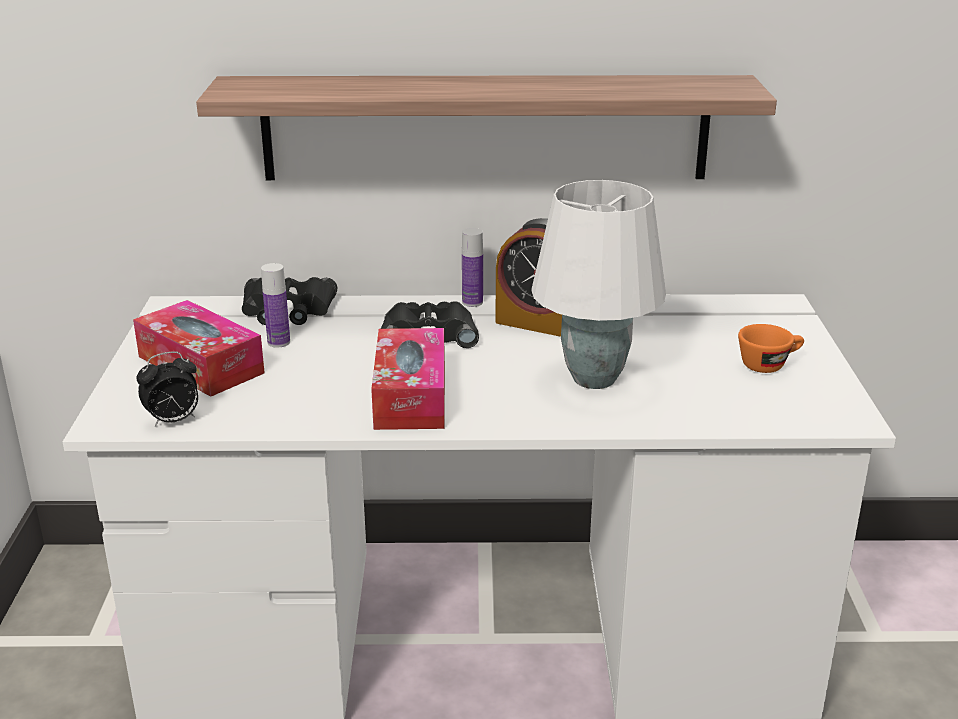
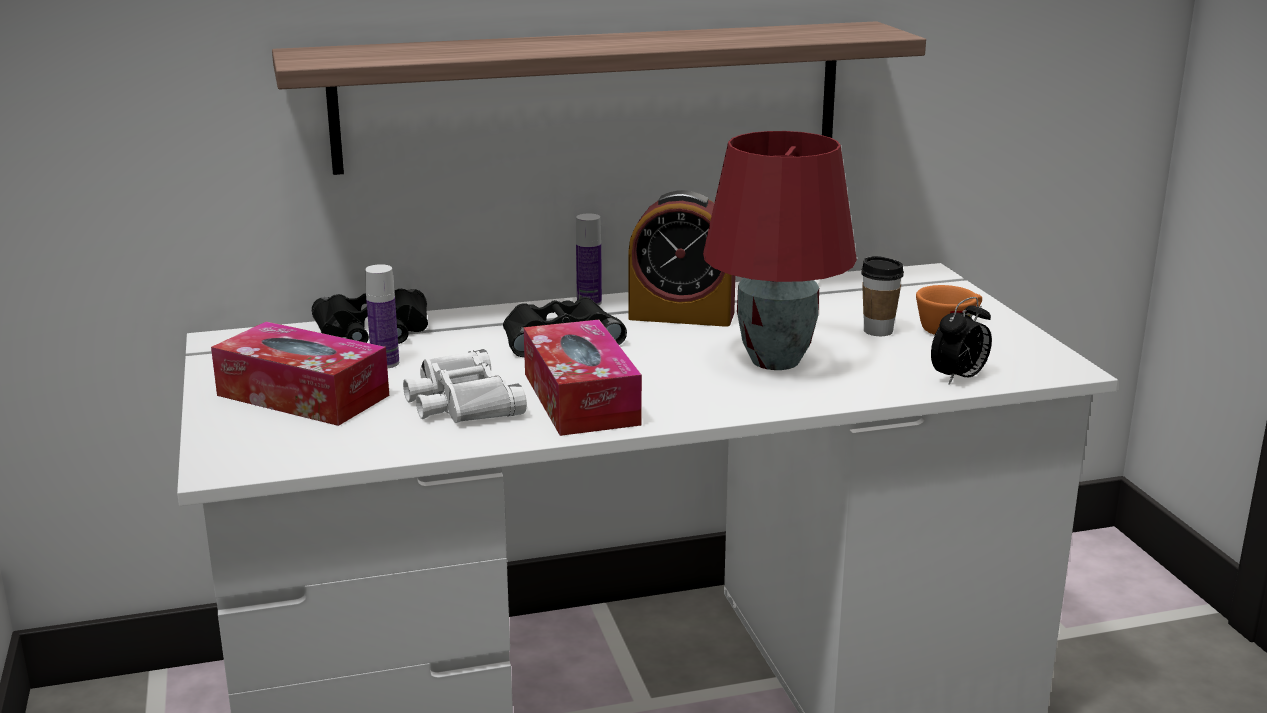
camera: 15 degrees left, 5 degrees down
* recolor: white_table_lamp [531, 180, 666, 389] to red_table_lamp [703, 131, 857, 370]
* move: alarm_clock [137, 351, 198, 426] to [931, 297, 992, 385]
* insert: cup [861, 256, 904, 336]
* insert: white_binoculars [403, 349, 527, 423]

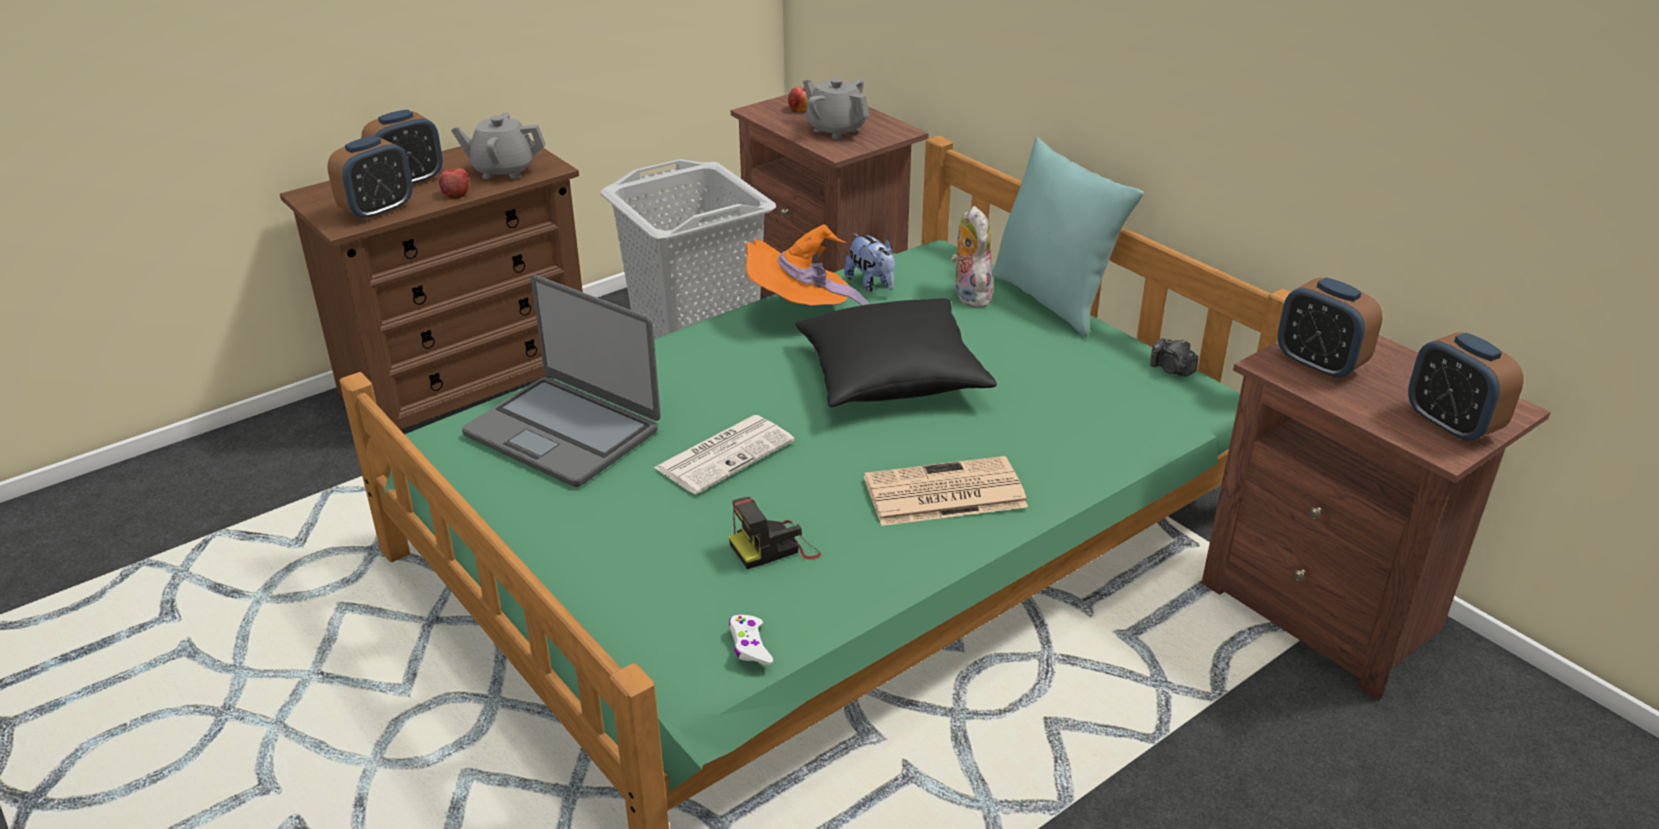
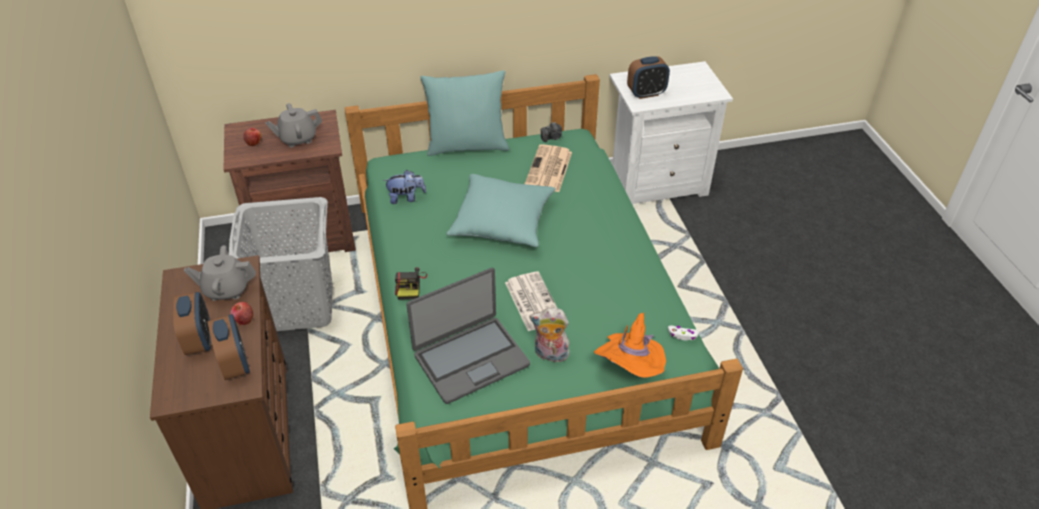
camera: 65 degrees left, 10 degrees up
* rotate: grey_teapot [451, 112, 546, 179] = [184, 245, 256, 301] 60 degrees clockwise
* move: plush_toy [951, 206, 993, 308] to [529, 308, 570, 365]
* move: orange_hat [746, 224, 870, 306] to [594, 313, 666, 378]
* recolor: black_pillow [796, 298, 997, 407] to turquoise_pillow [446, 174, 555, 247]
* delete: alarm_clock [1408, 332, 1524, 443]
* recolor: brown_nightstand [1202, 335, 1551, 700] to white_nightstand [609, 61, 733, 206]
* move: newspaper [864, 456, 1028, 526] to [525, 144, 572, 192]
* move: photo_camera [729, 497, 821, 569] to [395, 267, 427, 300]

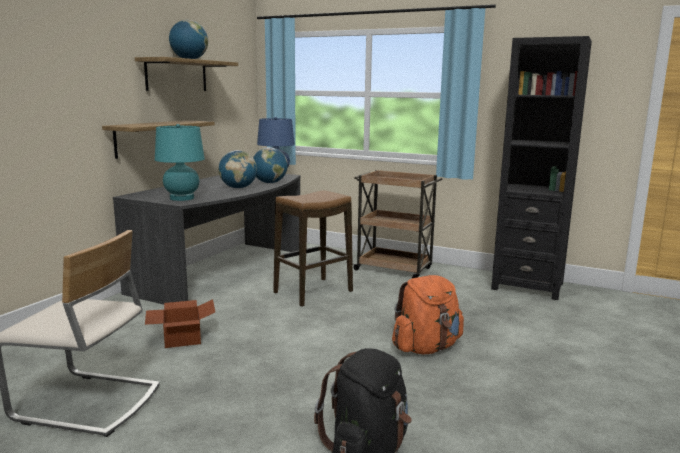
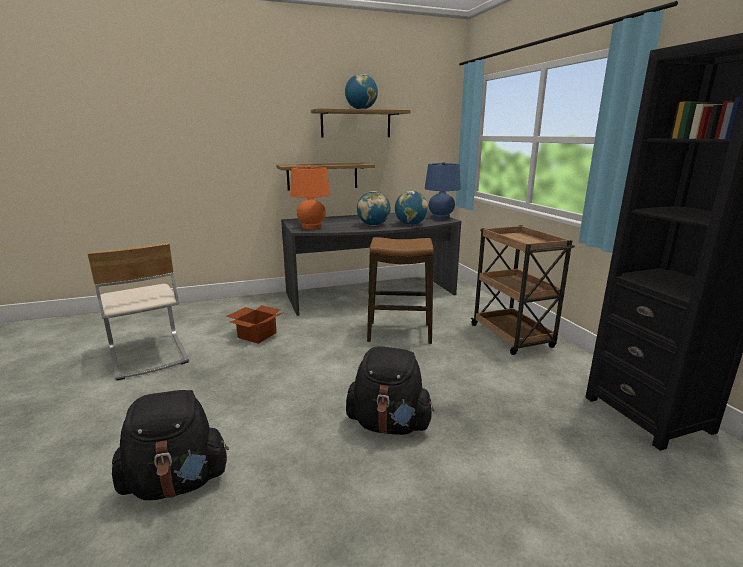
camera: 45 degrees right, 5 degrees up
* recolor: turquoise_table_lamp [155, 124, 205, 201] to orange_table_lamp [290, 165, 330, 229]
* recolor: orange_backpack [392, 275, 464, 354] to black_backpack [346, 346, 434, 435]

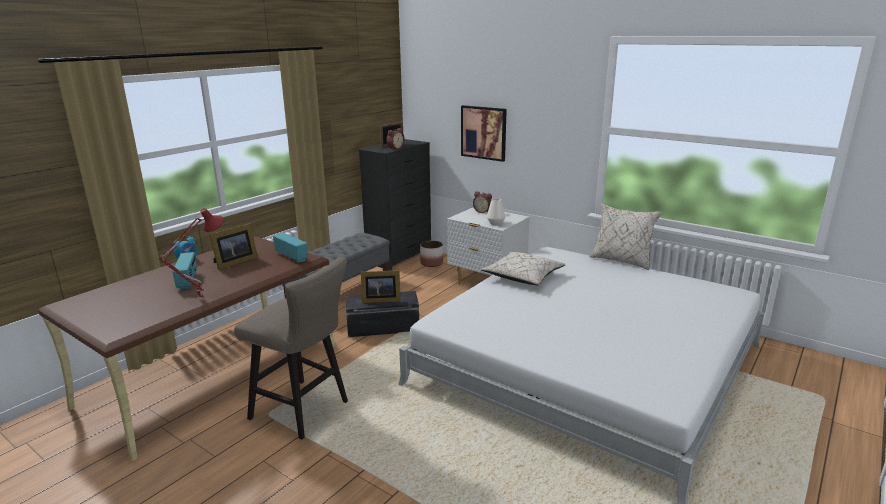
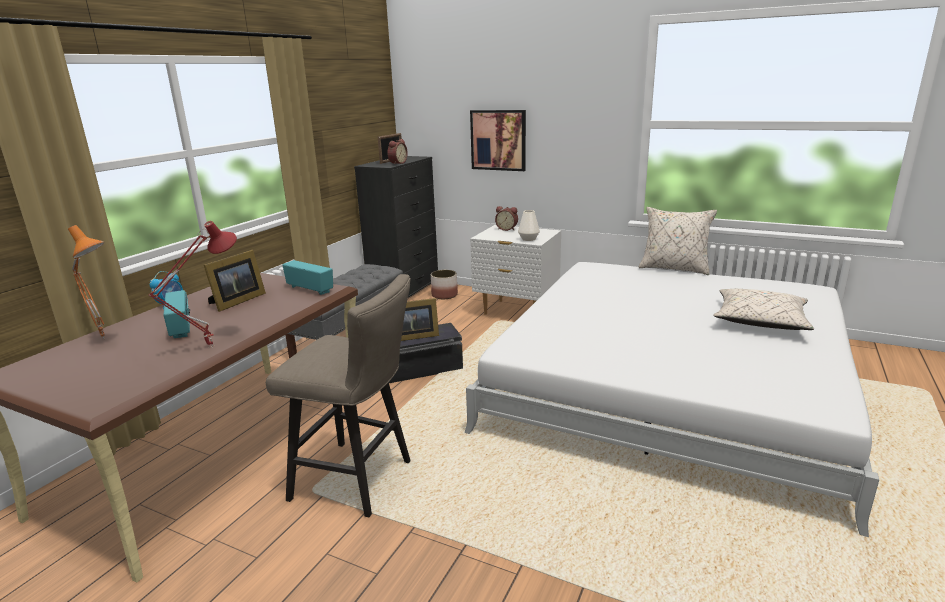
camera: 10 degrees left, 0 degrees up
* move: beige_pillow [481, 252, 566, 286] to [713, 289, 814, 330]
* insert: orange_table_lamp [68, 225, 105, 339]

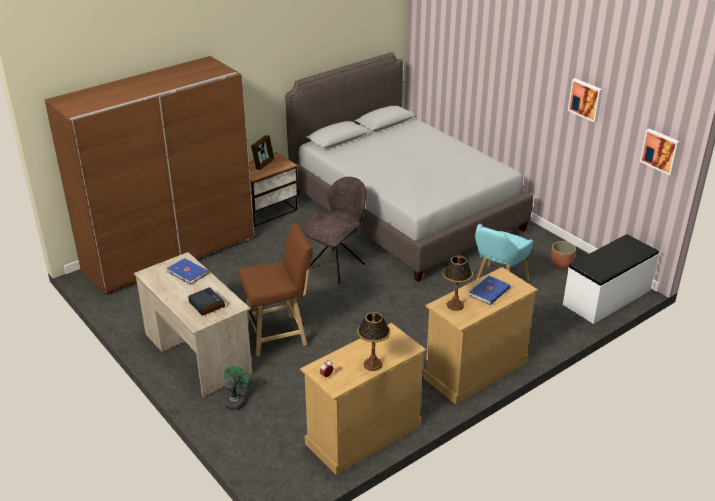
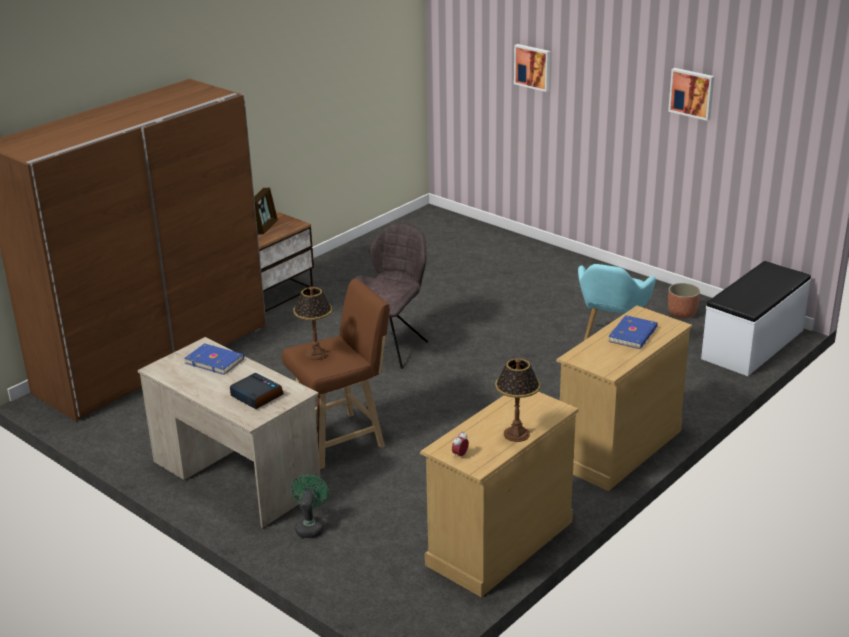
camera: 10 degrees left, 5 degrees down
* delete: grey_bed [285, 52, 533, 282]
* move: picture [640, 129, 680, 175] to [514, 44, 550, 92]
* move: table_lamp [443, 256, 473, 311] to [293, 286, 332, 360]

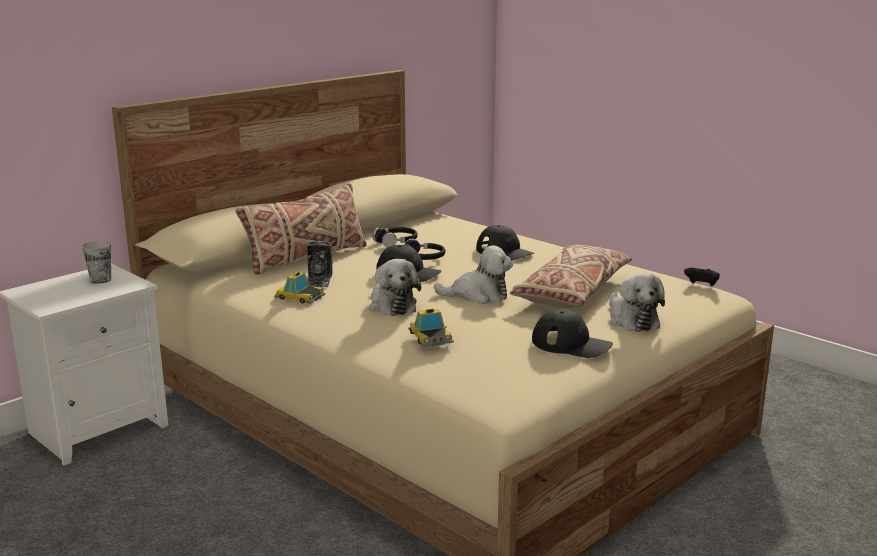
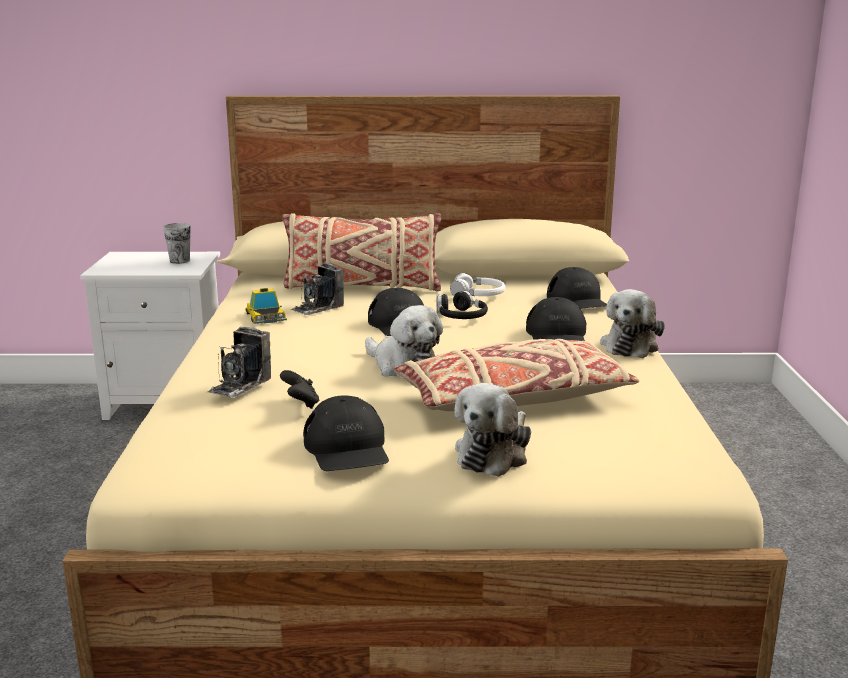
camera: 45 degrees right, 0 degrees up
* recolor: black_headphones [373, 227, 418, 248] to white_headphones [450, 273, 505, 296]
* move: plush_toy [369, 259, 421, 316] to [600, 289, 665, 359]
* move: black_game_controller [684, 268, 720, 286] to [280, 370, 319, 409]
* replace: toy_car [408, 308, 454, 347] to photo_camera [208, 327, 271, 398]
* insert: black_cap [547, 267, 607, 309]

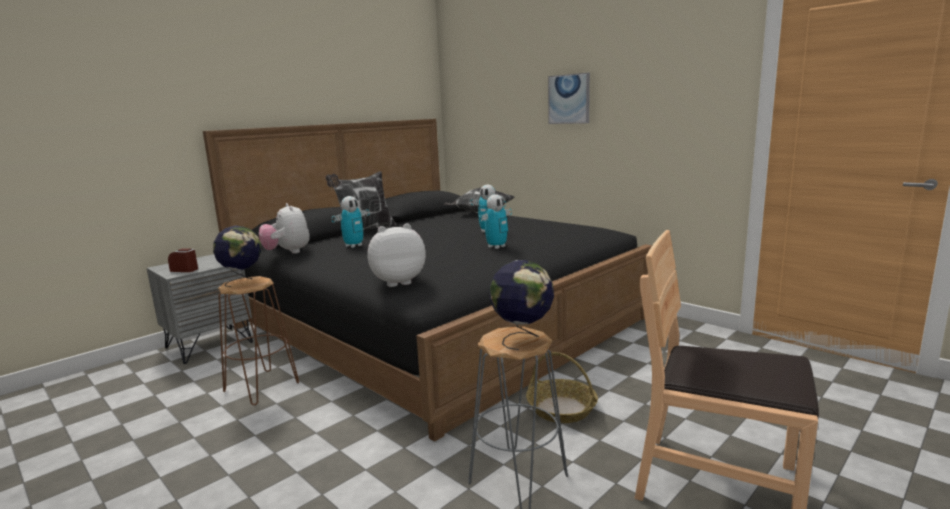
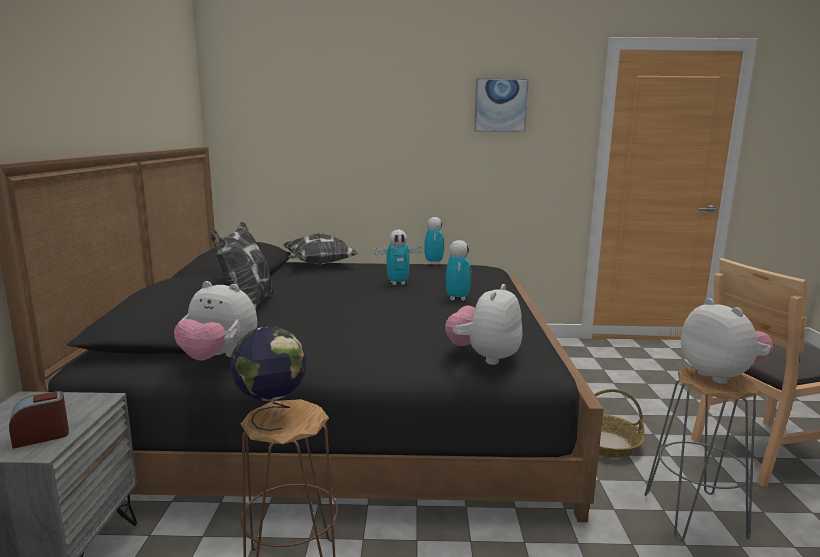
camera: 45 degrees left, 0 degrees up
* move: picture [548, 73, 590, 124] to [474, 78, 529, 132]
* move: toy_robot [332, 196, 369, 248] to [424, 217, 445, 265]
* replace: globe [489, 260, 554, 350] to plush_toy [681, 298, 773, 384]

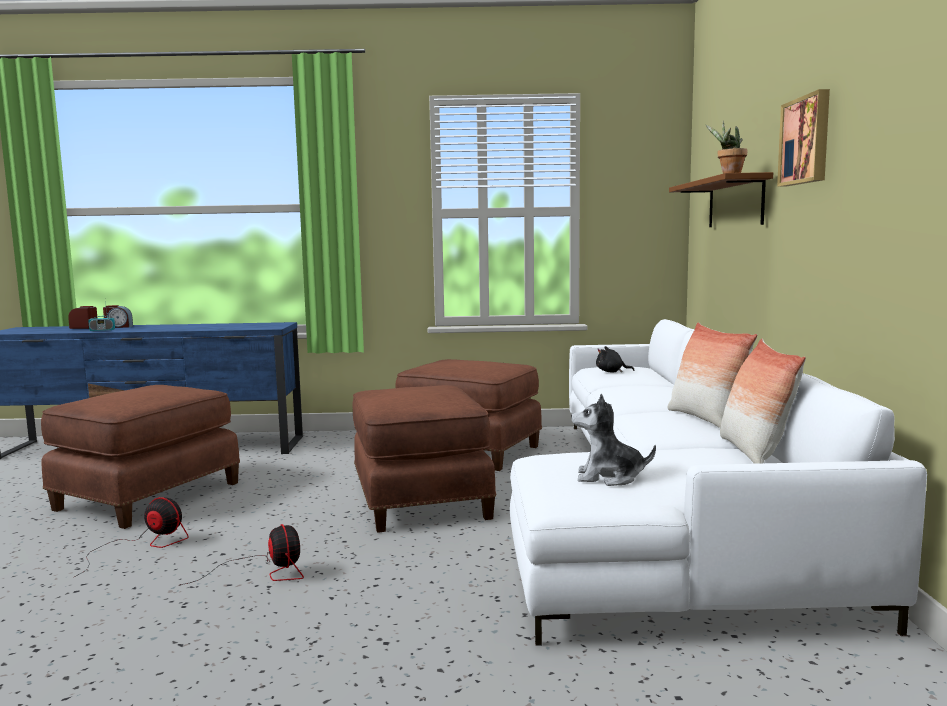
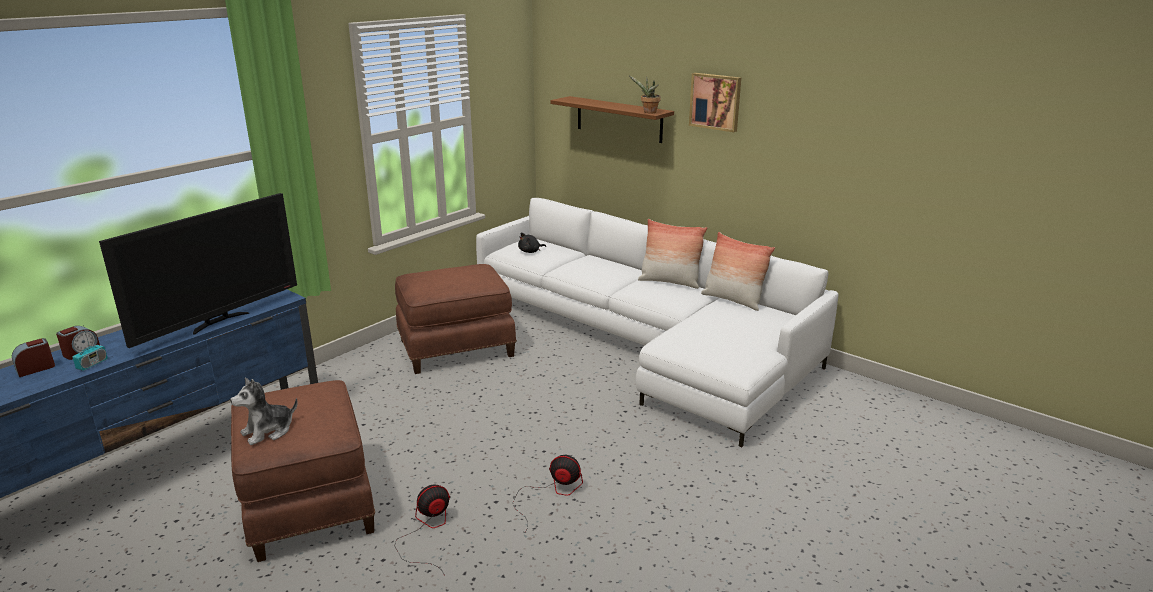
camera: 50 degrees left, 15 degrees up
* delete: brown_ottoman [353, 385, 496, 533]
* move: plush_toy [571, 394, 656, 486] to [230, 378, 298, 445]
* insert: television [99, 193, 297, 348]

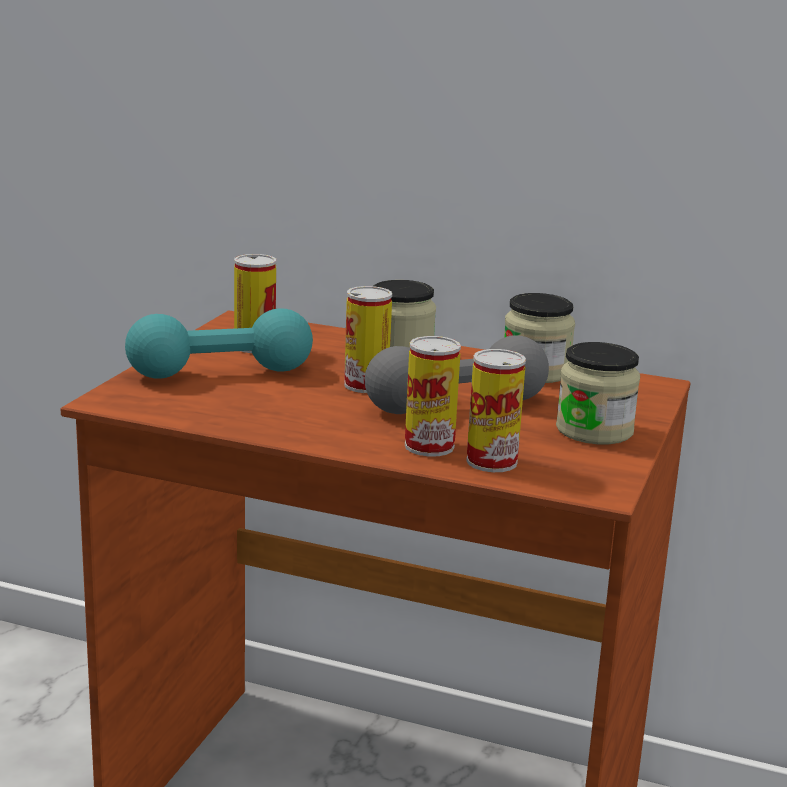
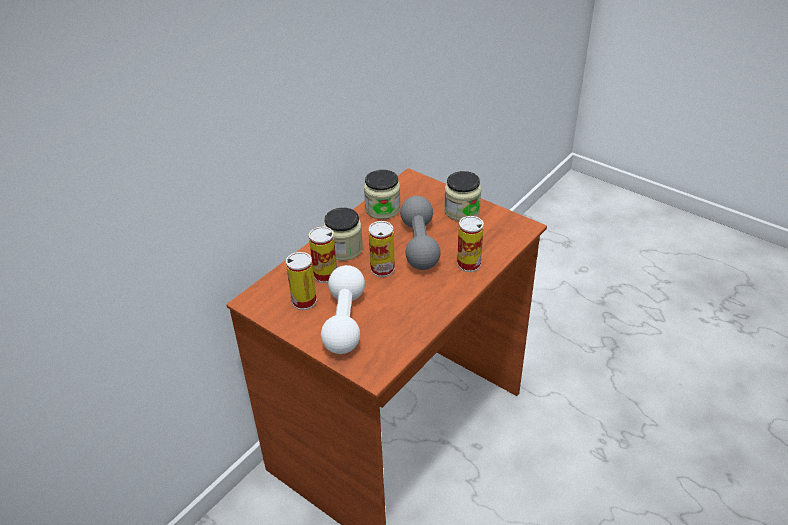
camera: 70 degrees left, 20 degrees up
* recolor: turquoise_dumbbell [125, 308, 313, 379] to white_dumbbell [321, 265, 365, 354]
* move: can [466, 349, 526, 472] to [309, 226, 337, 283]

